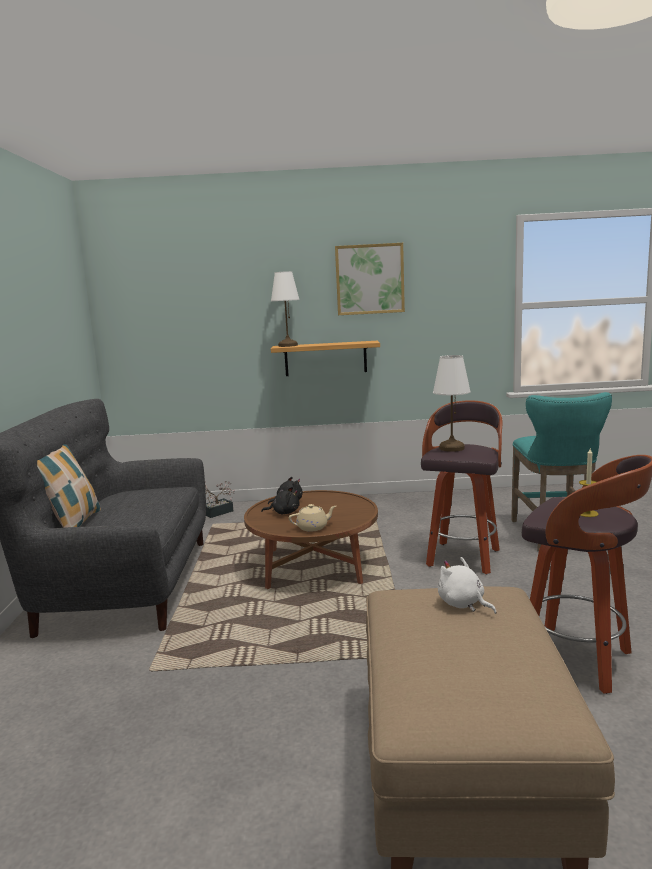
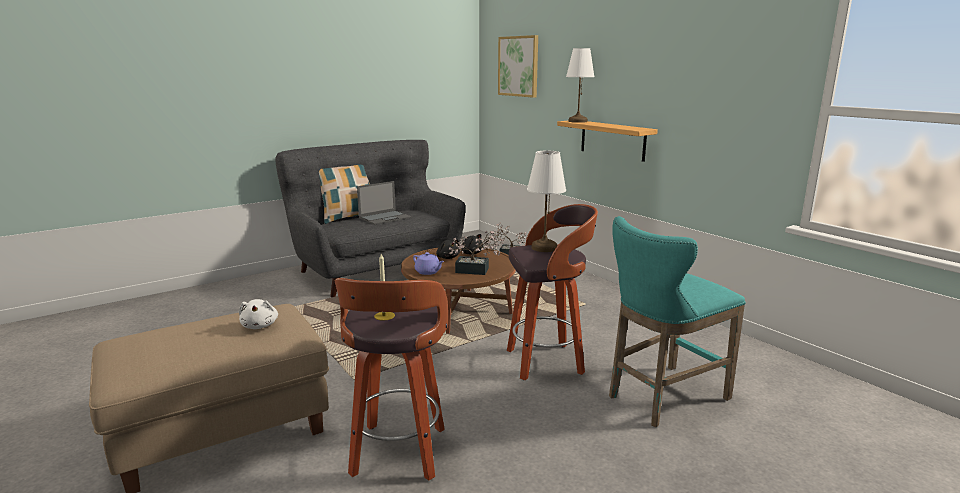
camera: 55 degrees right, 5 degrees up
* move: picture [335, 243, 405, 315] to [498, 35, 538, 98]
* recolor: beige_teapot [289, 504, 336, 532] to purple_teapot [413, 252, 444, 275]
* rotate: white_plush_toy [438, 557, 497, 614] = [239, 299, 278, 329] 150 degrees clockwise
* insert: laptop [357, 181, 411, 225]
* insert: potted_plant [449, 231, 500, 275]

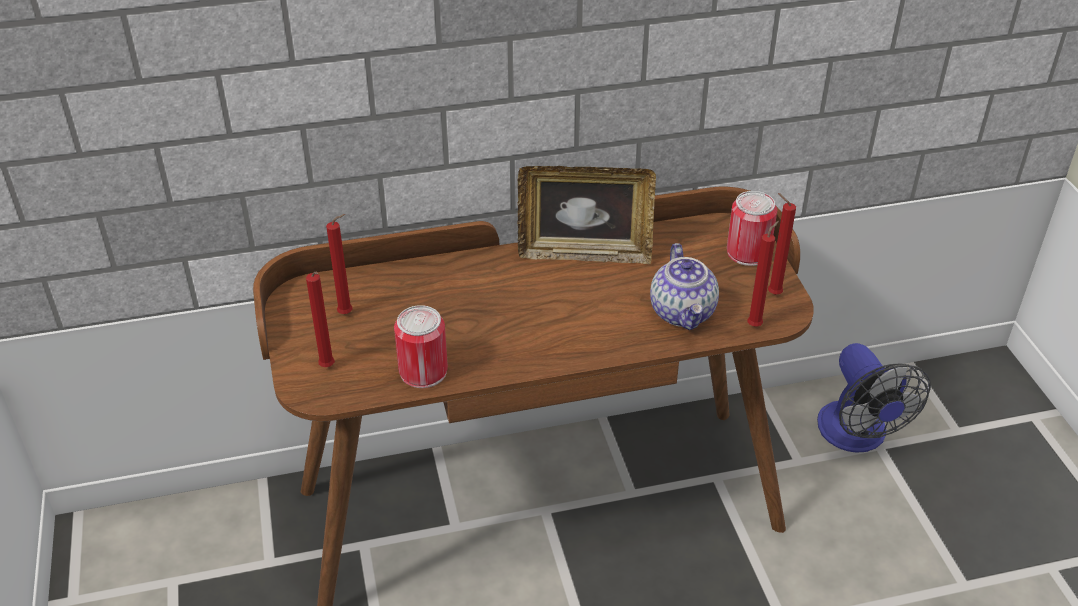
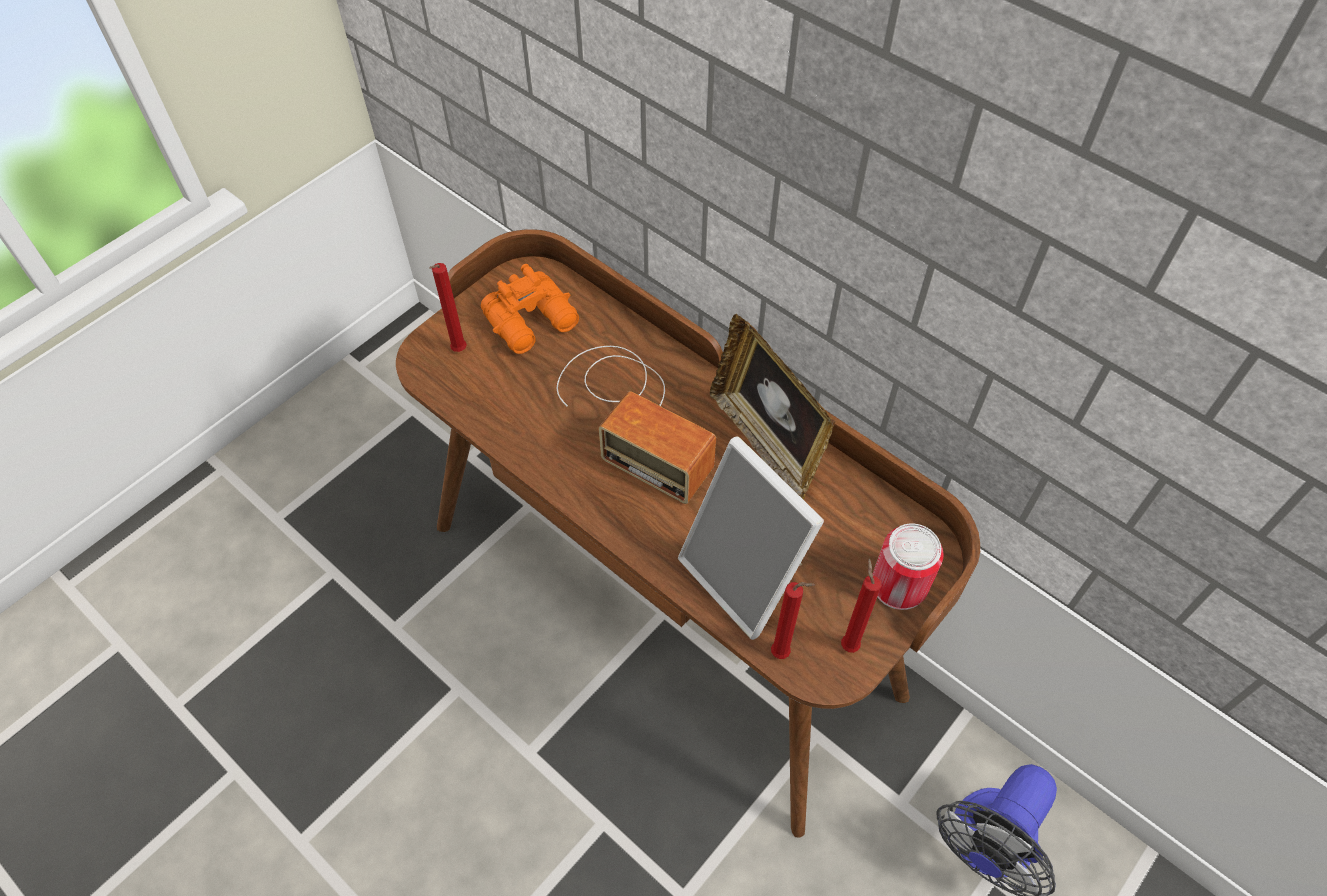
camera: 55 degrees right, 15 degrees up
* replace: red_candle [326, 214, 352, 314] to orange_binoculars [481, 264, 579, 354]
* replace: teapot [650, 243, 719, 330] to picture_frame [678, 436, 824, 640]
* delete: can [394, 305, 448, 388]
* insert: radio [557, 346, 716, 504]

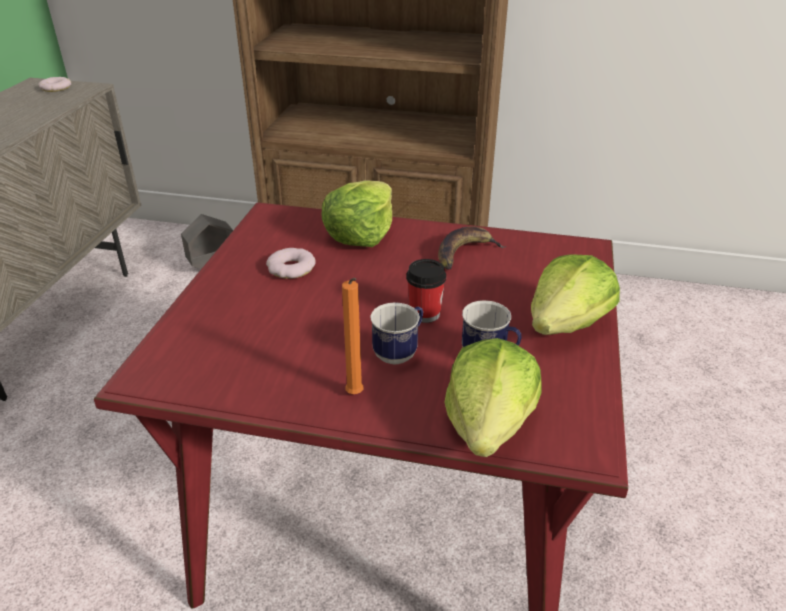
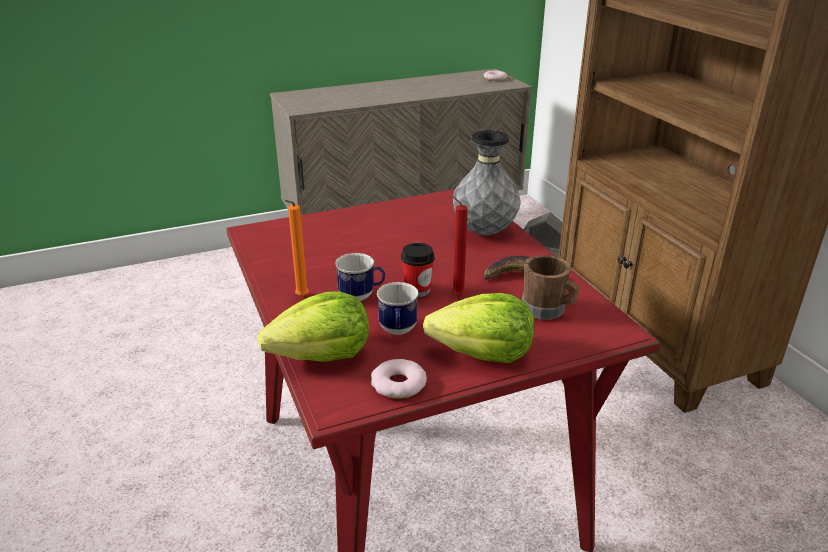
camera: 55 degrees right, 5 degrees down
* replace: lettuce [321, 180, 392, 247] to grey_vase [453, 130, 521, 235]
* move: donut [266, 248, 316, 279] to [371, 359, 427, 399]
* insert: red_candle [450, 194, 468, 297]
* insert: brown_mug [522, 255, 580, 320]

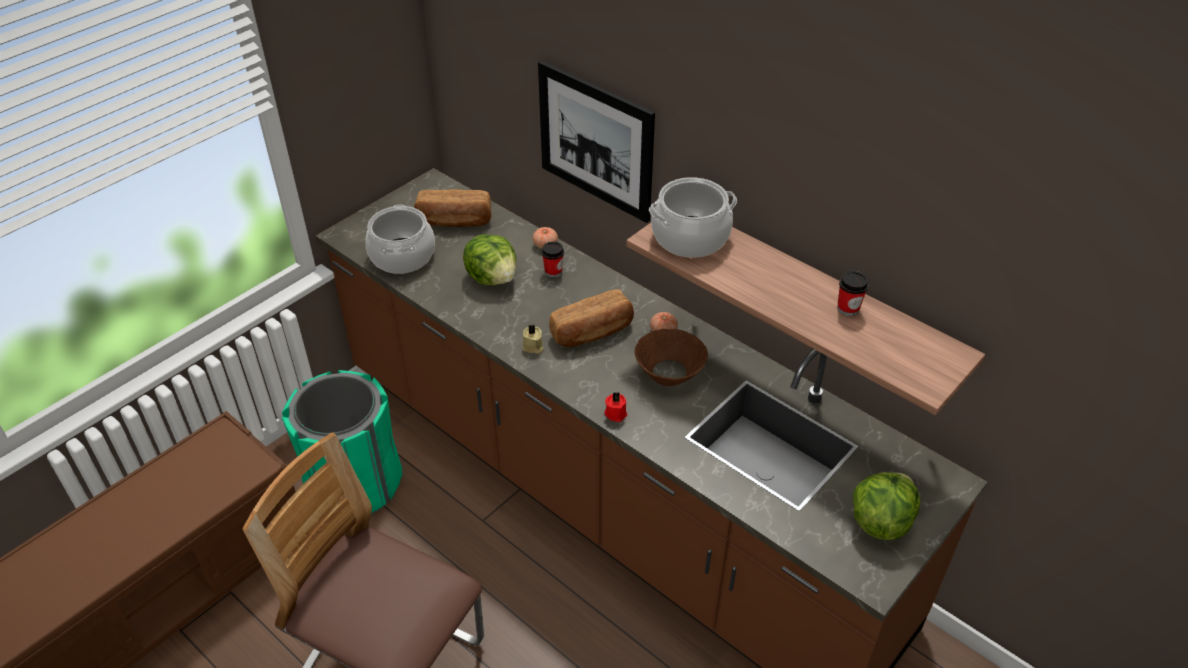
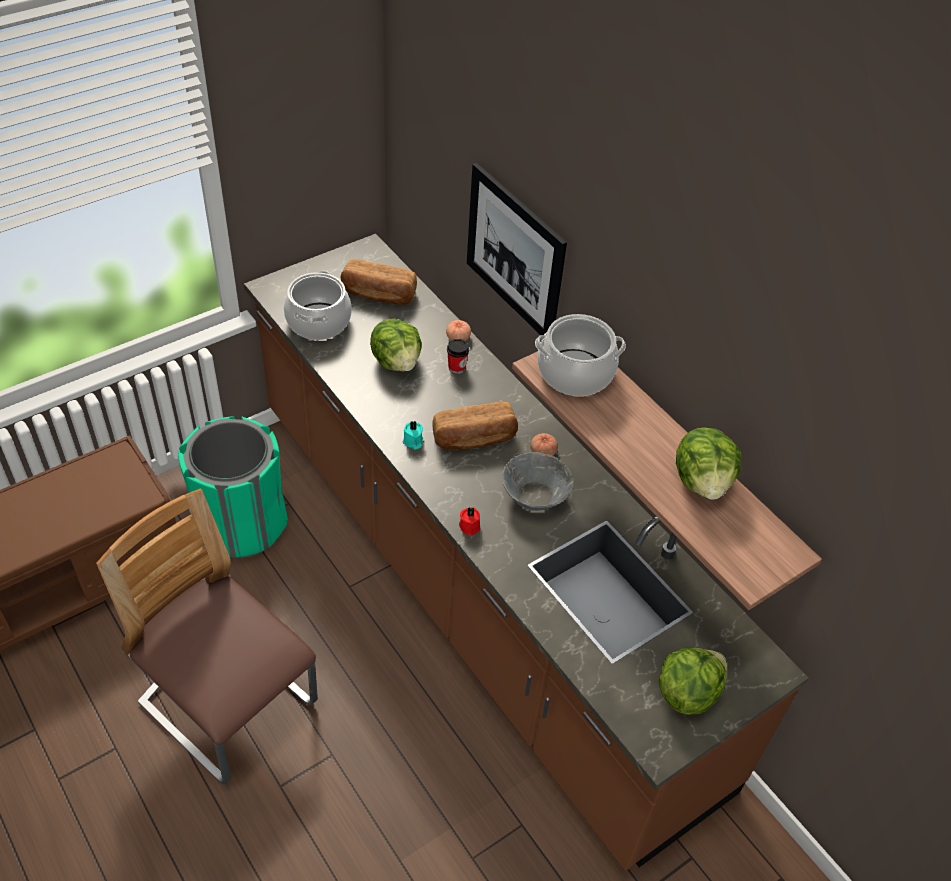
camera: 10 degrees right, 5 degrees up
* replace: cup [837, 271, 869, 316] to lettuce [676, 427, 741, 500]
* recolor: beige_candle [523, 324, 543, 354] to turquoise_candle [403, 420, 424, 450]
* recolor: brown_bowl [634, 329, 708, 386] to grey_bowl [502, 452, 574, 511]

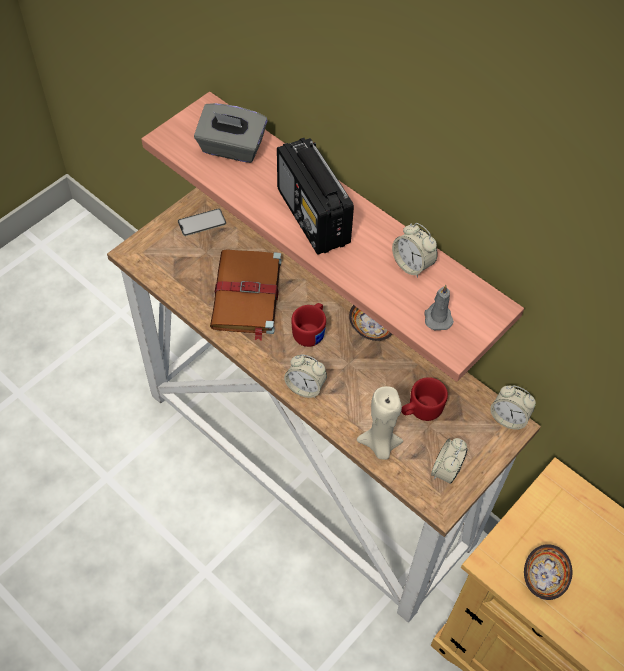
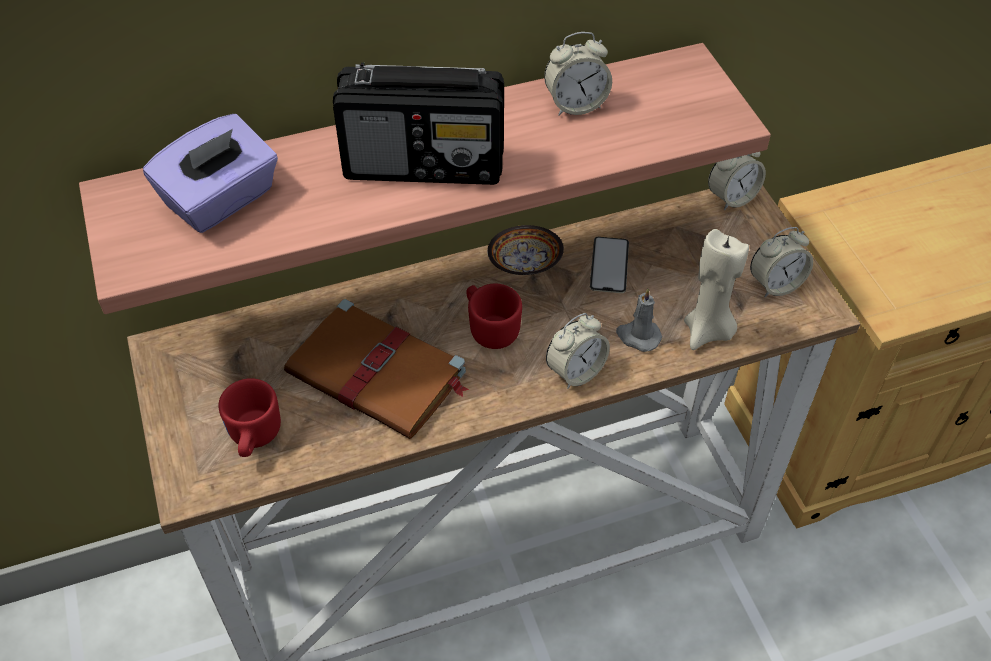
camera: 60 degrees left, 5 degrees down
* recolor: grey_tissue_box [194, 103, 267, 163] to purple_tissue_box [143, 114, 278, 233]
* move: phone [178, 208, 226, 236] to [590, 237, 629, 293]
* move: grey_candle [424, 285, 454, 330] to [616, 288, 662, 352]
* move: red_mug [401, 377, 448, 421] to [218, 378, 281, 457]
* rotate: alarm_clock [431, 438, 467, 484] = [750, 227, 813, 297] 75 degrees counterclockwise
* delete: bowl [524, 544, 572, 600]

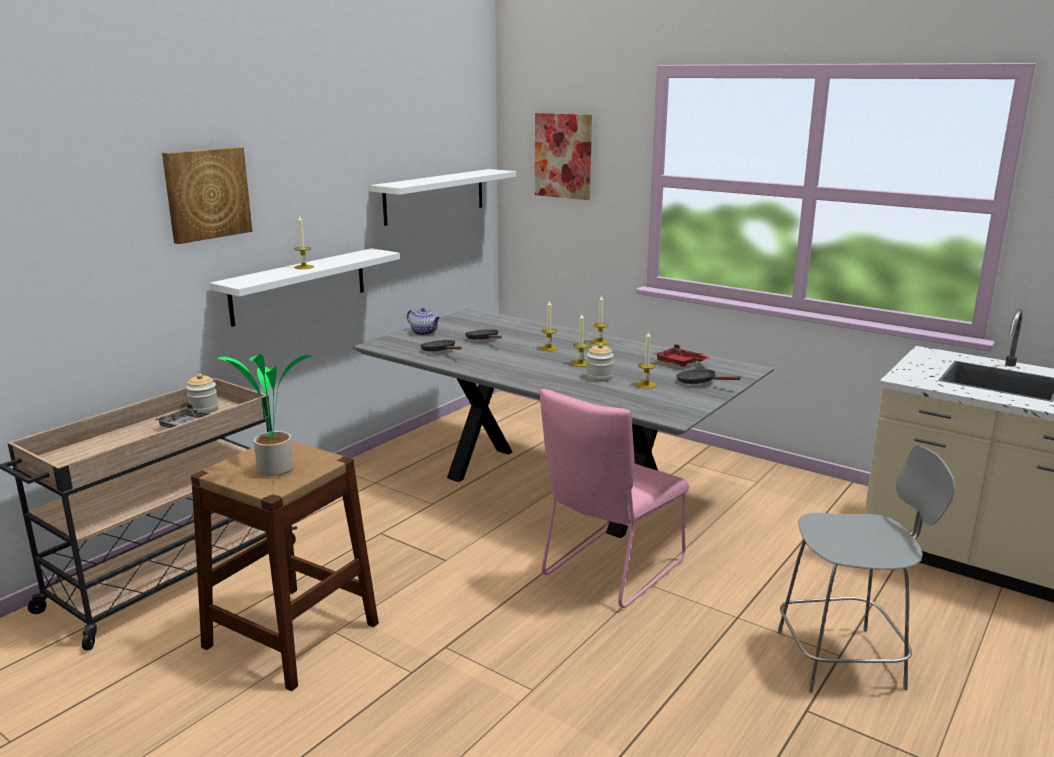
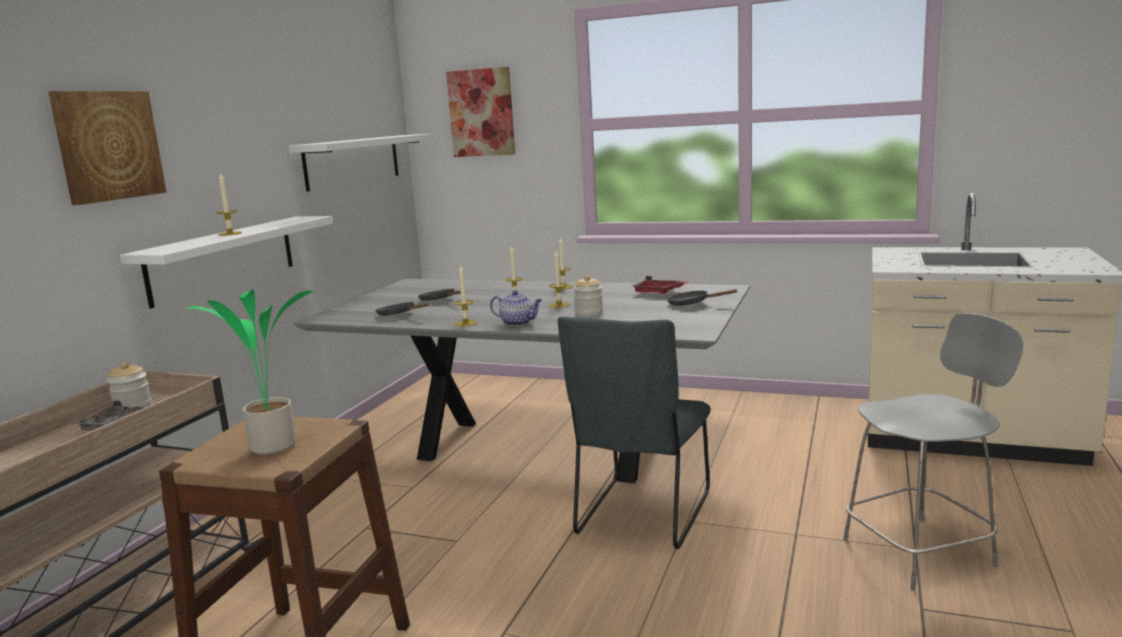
camera: 15 degrees left, 5 degrees down
* move: teapot [407, 308, 440, 335] to [490, 290, 542, 326]
* move: candle [636, 331, 656, 389] to [455, 265, 477, 326]
* recolor: pink_chair [540, 389, 689, 608] to grey_chair [558, 317, 711, 549]

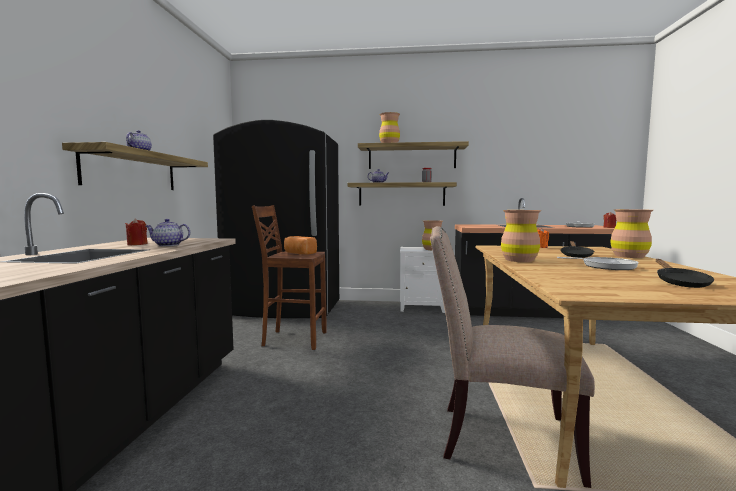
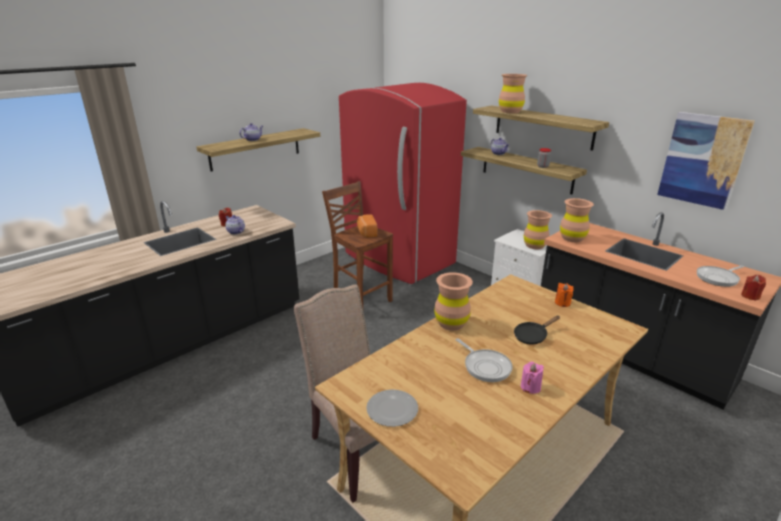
camera: 40 degrees right, 20 degrees up
* recolor: black_fridge [213, 120, 339, 318] to red_fridge [339, 83, 467, 284]
* move: brown_vase [610, 209, 653, 258] to [560, 198, 594, 242]
* delete: black_frying_pan [656, 259, 714, 288]
* insert: picture [657, 112, 755, 210]
* insert: pink_candle [521, 362, 544, 394]
* insert: plate [366, 389, 418, 427]

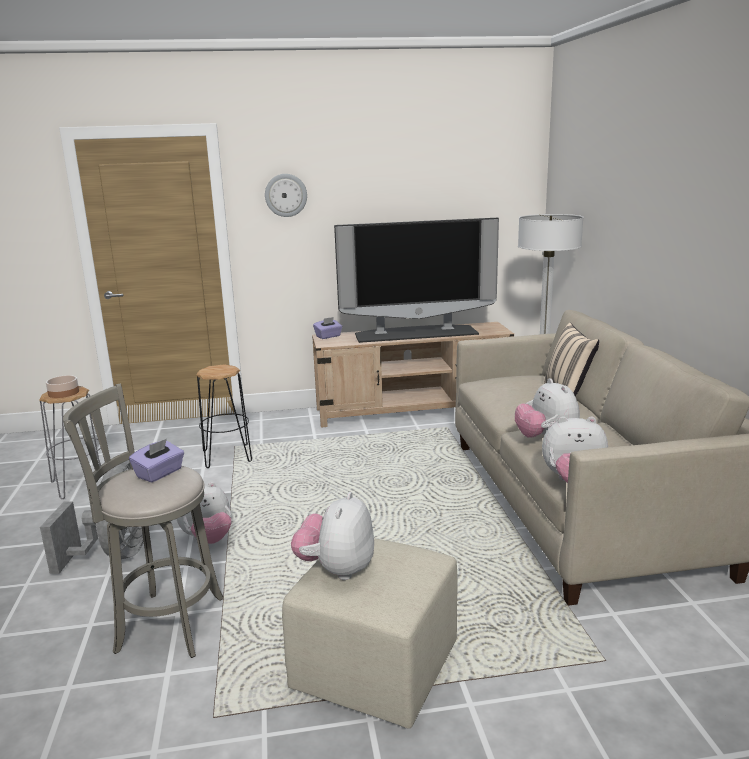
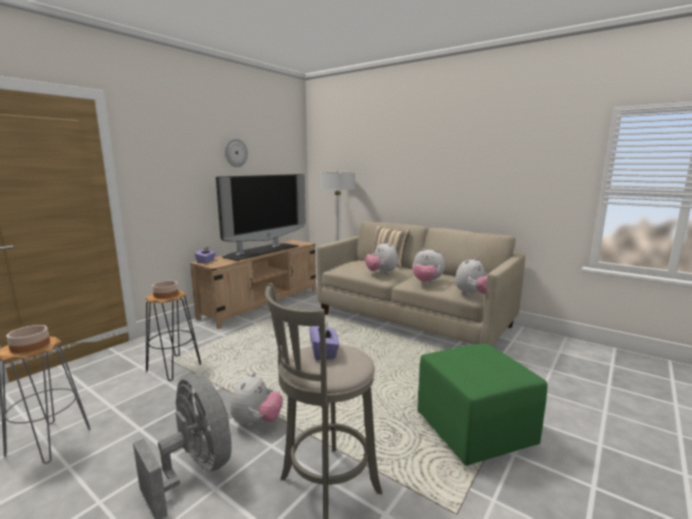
camera: 45 degrees left, 5 degrees down
* move: wall_clock [265, 174, 307, 217] to [225, 138, 248, 167]
* move: plush_toy [291, 492, 374, 580] to [365, 241, 398, 274]
* recolor: beige_ottoman [282, 538, 458, 729] to green_ottoman [417, 343, 548, 466]
* insert: bowl [152, 281, 178, 298]

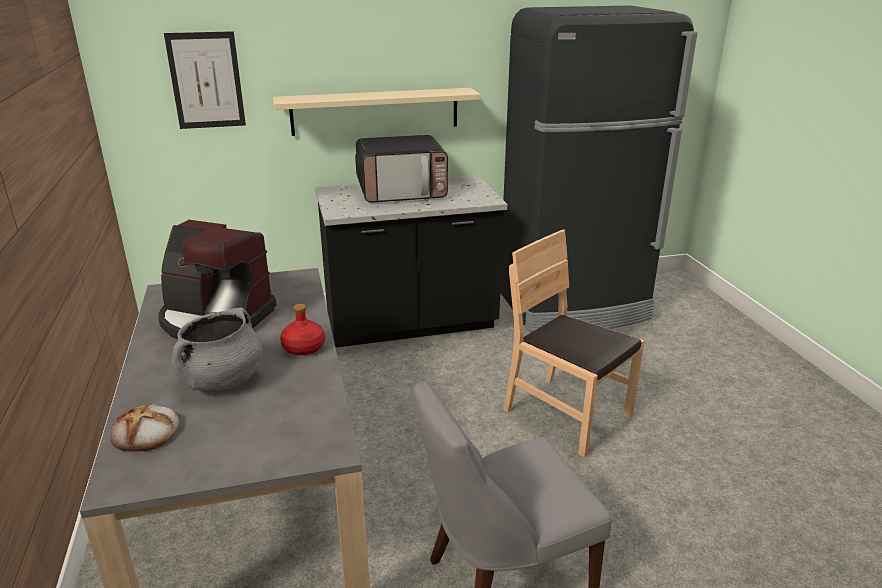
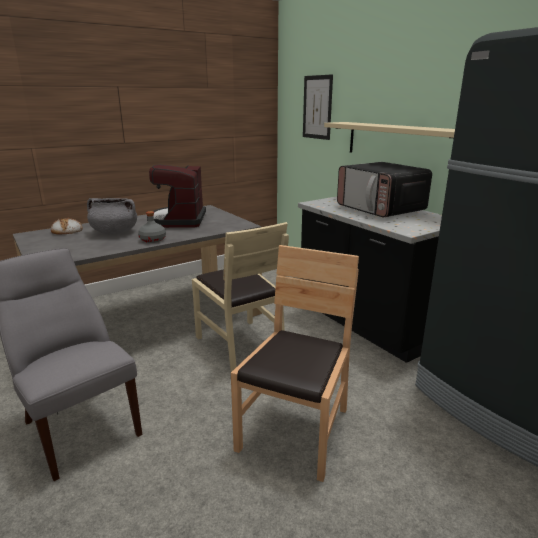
camera: 70 degrees right, 5 degrees down
* recolor: red_bottle [280, 304, 325, 355] to grey_bottle [138, 211, 166, 243]
* insert: beige_chair [192, 222, 289, 371]

